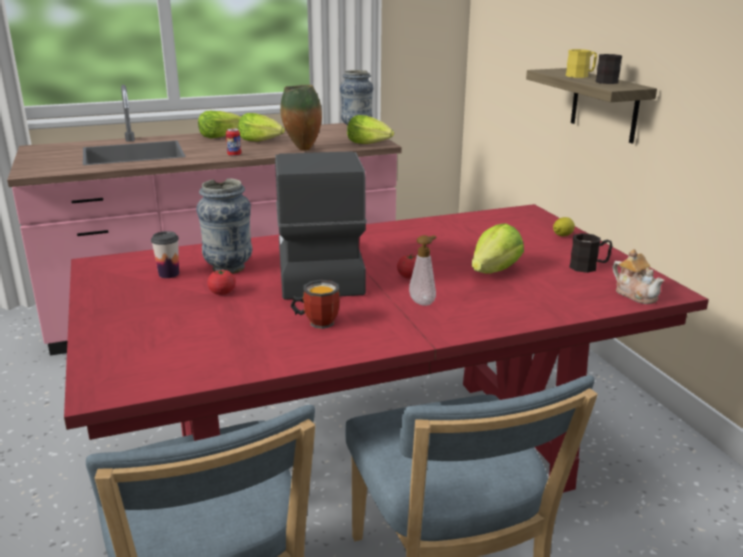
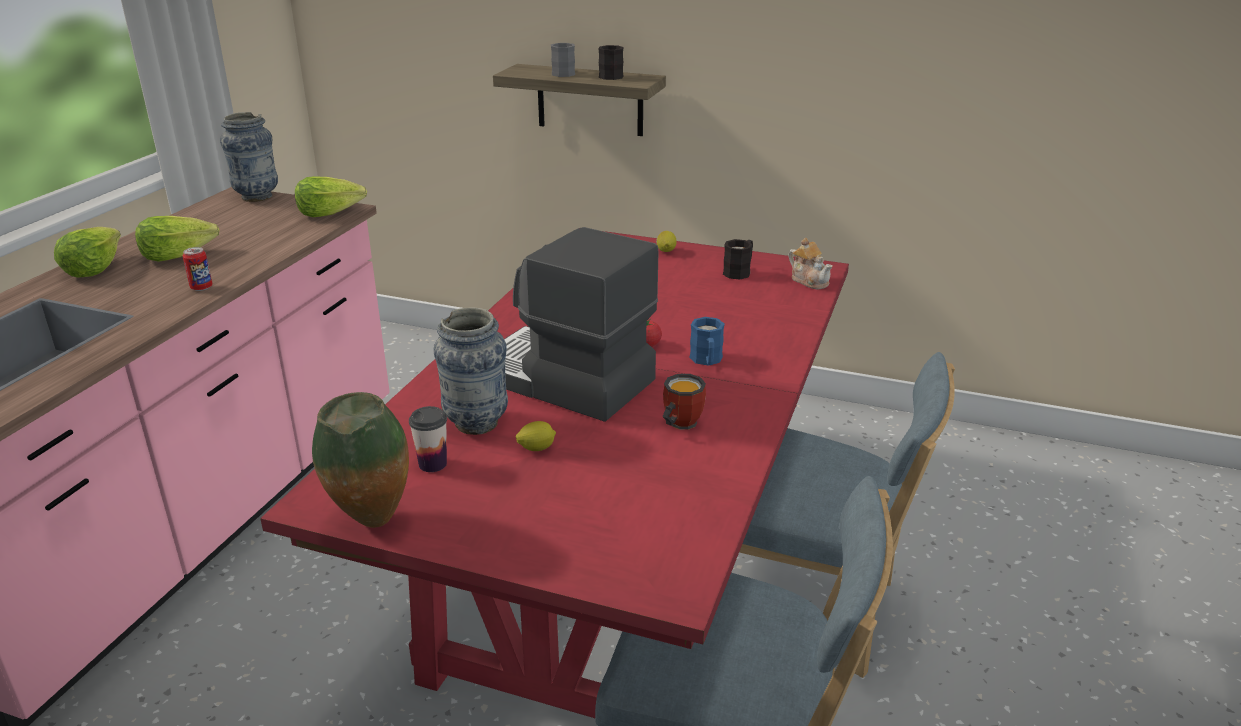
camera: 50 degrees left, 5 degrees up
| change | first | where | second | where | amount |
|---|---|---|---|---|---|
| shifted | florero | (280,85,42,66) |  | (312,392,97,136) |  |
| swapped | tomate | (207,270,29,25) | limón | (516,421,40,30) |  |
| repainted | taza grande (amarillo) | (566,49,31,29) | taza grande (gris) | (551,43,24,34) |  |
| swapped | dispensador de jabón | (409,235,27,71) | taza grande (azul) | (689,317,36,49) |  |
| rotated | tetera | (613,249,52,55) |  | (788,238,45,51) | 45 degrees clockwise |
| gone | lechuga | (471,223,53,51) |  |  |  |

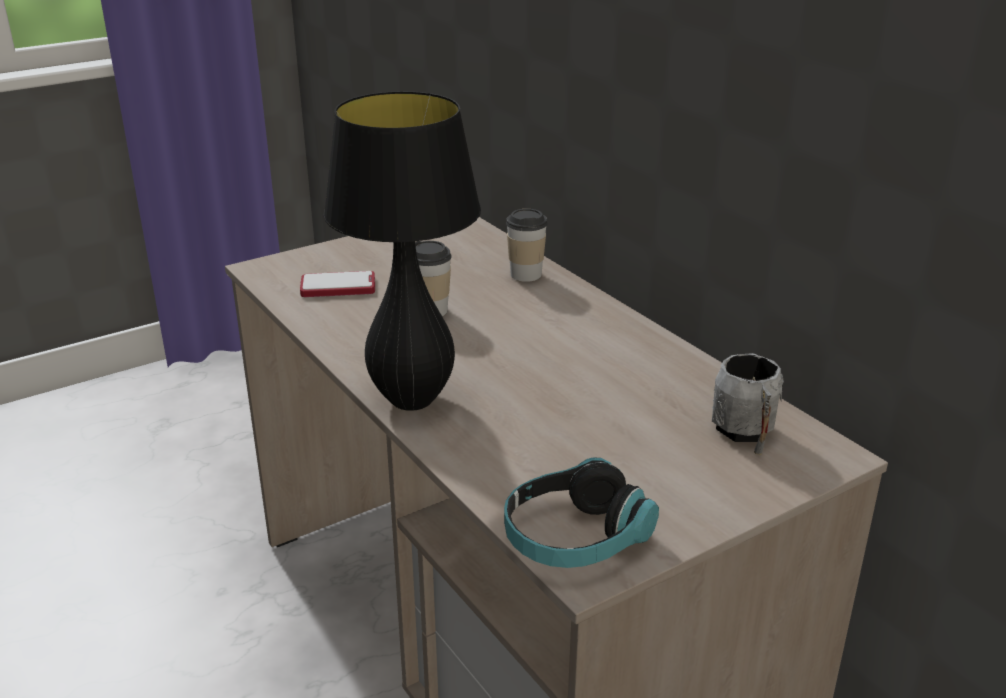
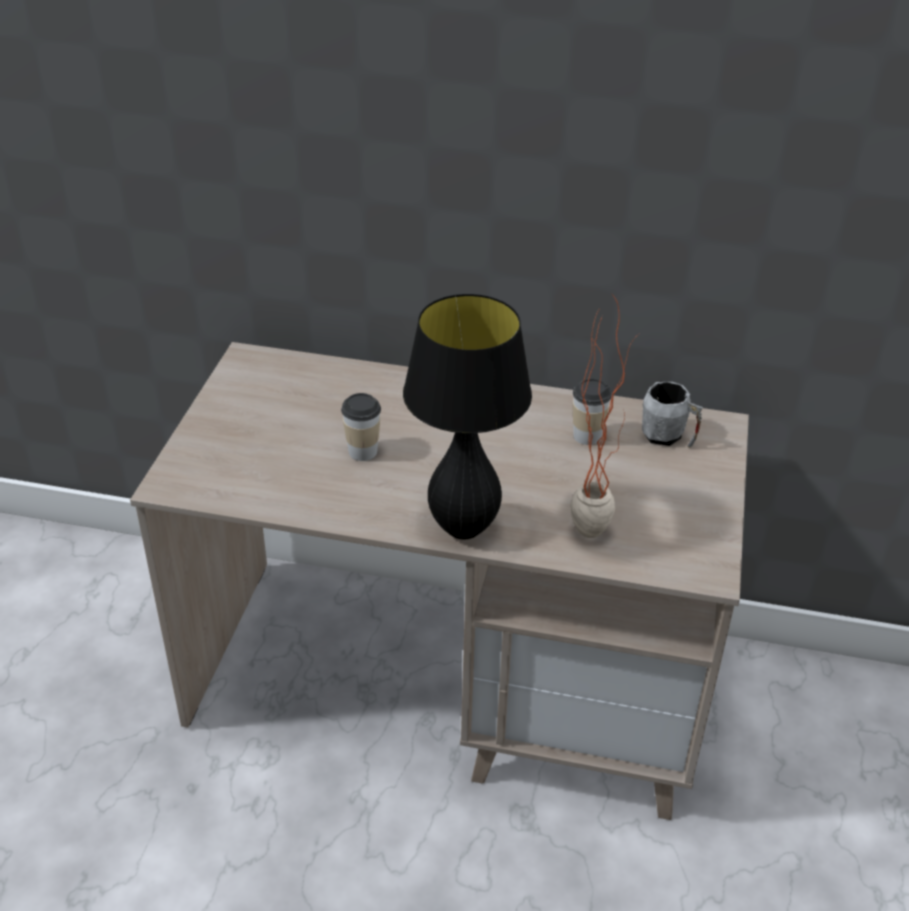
camera: 45 degrees left, 10 degrees up
| change | first | where | second | where | amount |
|---|---|---|---|---|---|
| new |  |  | planta en maceta | (570,293,70,245) |  |
| shifted | taza | (506,209,42,73) |  | (573,378,39,67) |  |
| gone | móvil | (300,271,75,26) |  |  |  |
| gone | auriculares | (504,457,155,111) |  |  |  |

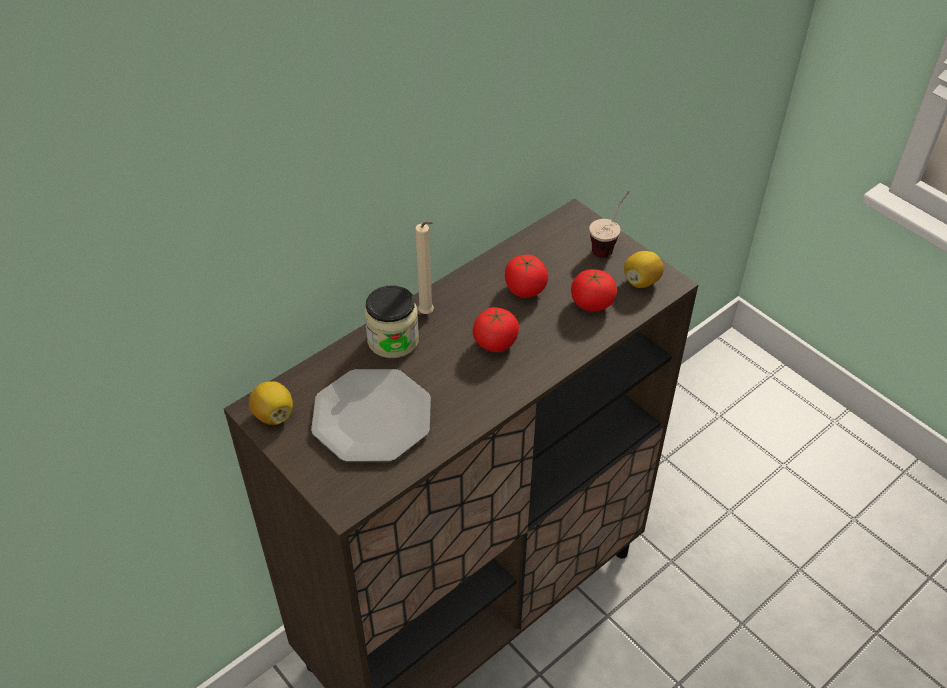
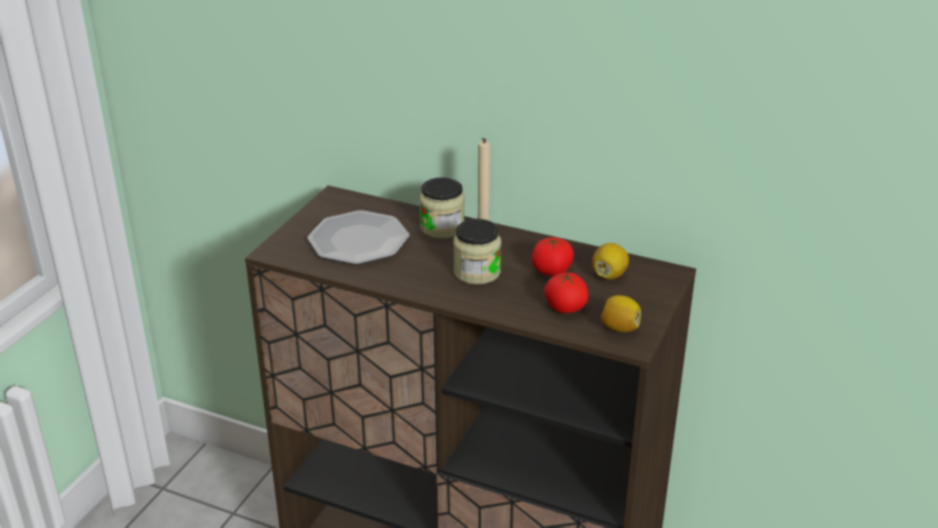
camera: 65 degrees right, 15 degrees down
| change | first | where | second | where | amount |
|---|---|---|---|---|---|
| swapped | tomate | (473,307,46,45) | tarro | (453,219,48,66) |  |
| shifted | limón | (249,381,44,44) |  | (592,243,37,37) |  |
| gone | taza | (589,191,40,67) |  |  |  |

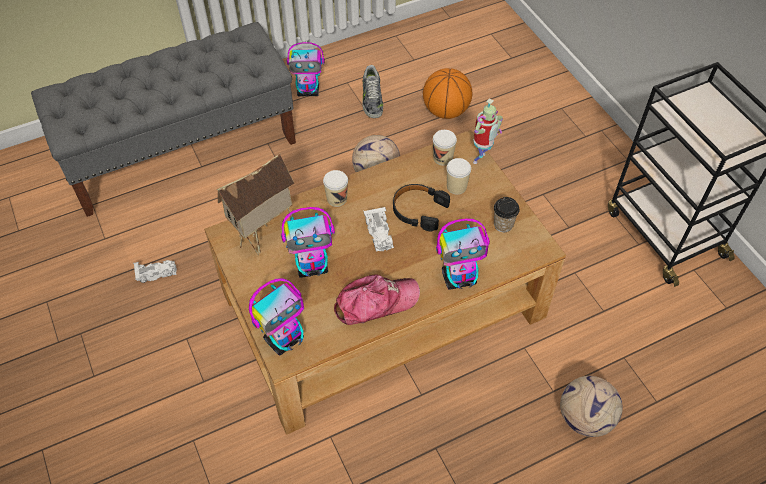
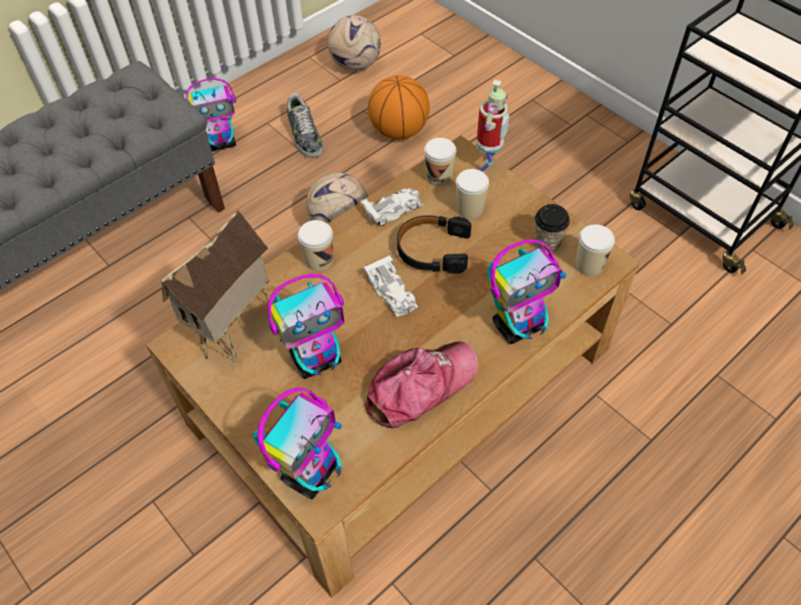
camera: 15 degrees left, 0 degrees up
| change | first | where | second | where | amount |
|---|---|---|---|---|---|
| shifted | balón de fútbol | (560,376,63,61) |  | (328,15,53,56) |  |
| shifted | coche de juguete (blanco) | (133,260,44,23) |  | (360,188,63,38) |  |
| new |  |  | taza | (576,224,39,52) |  |

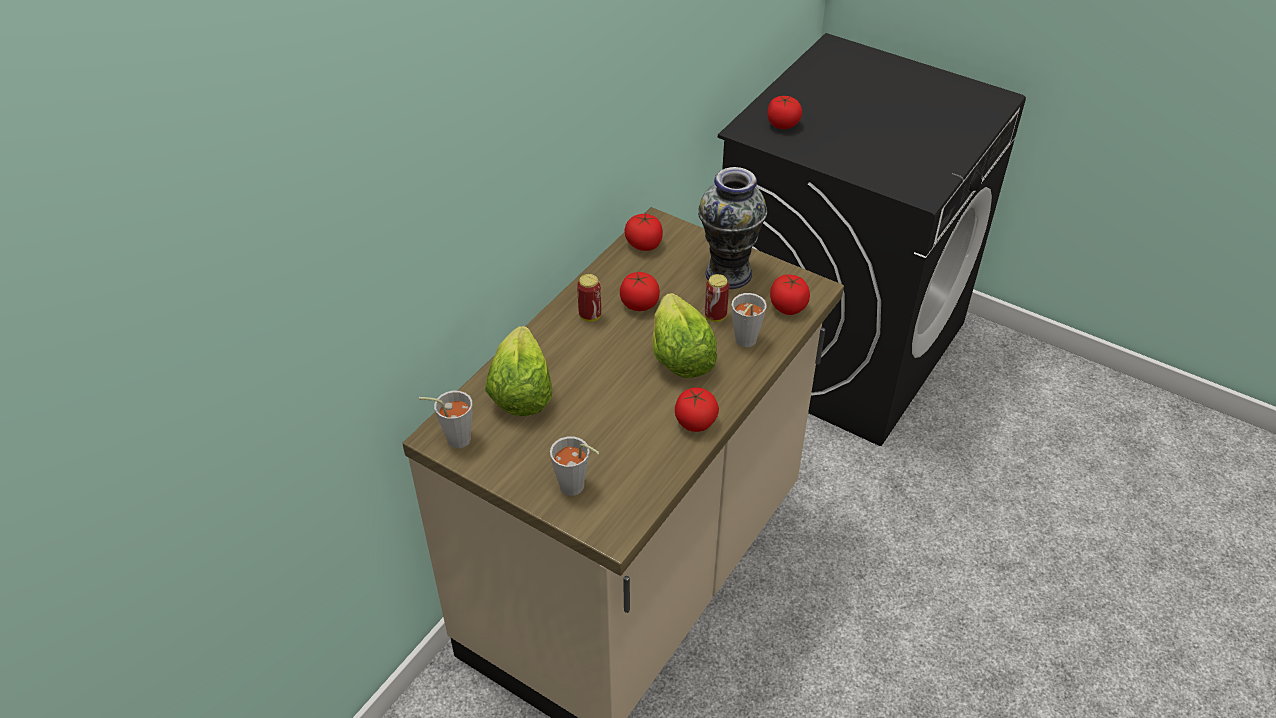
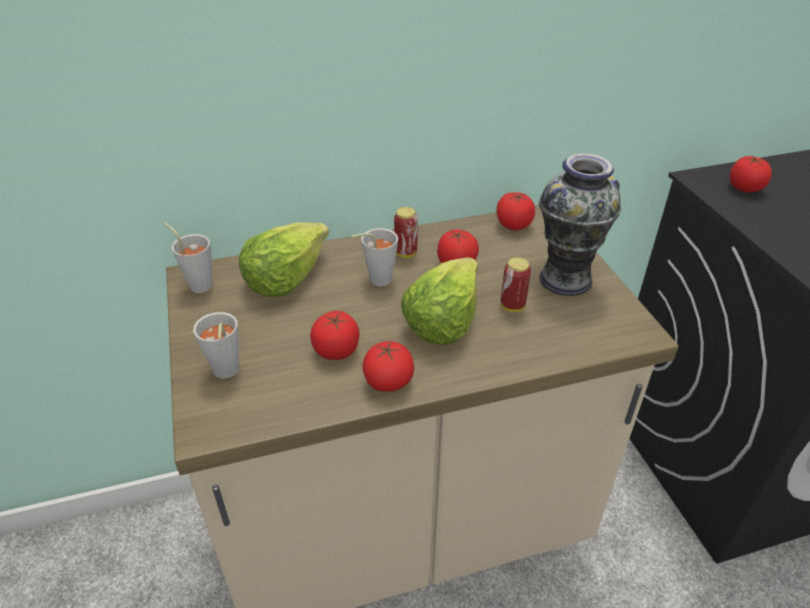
camera: 40 degrees right, 5 degrees down
| change | first | where | second | where | amount |
|---|---|---|---|---|---|
| shifted | tomate | (770,274,40,41) |  | (310,311,49,49) |  |
| shifted | taza (gris) | (732,293,35,54) |  | (352,228,46,58) |  |

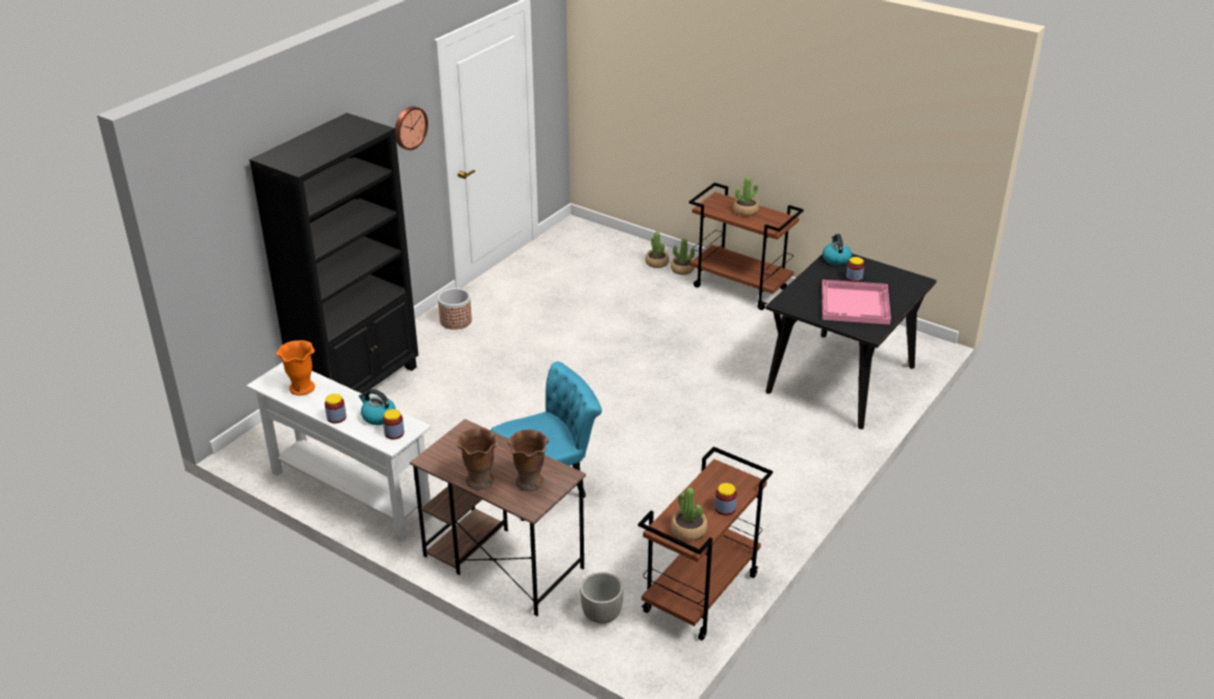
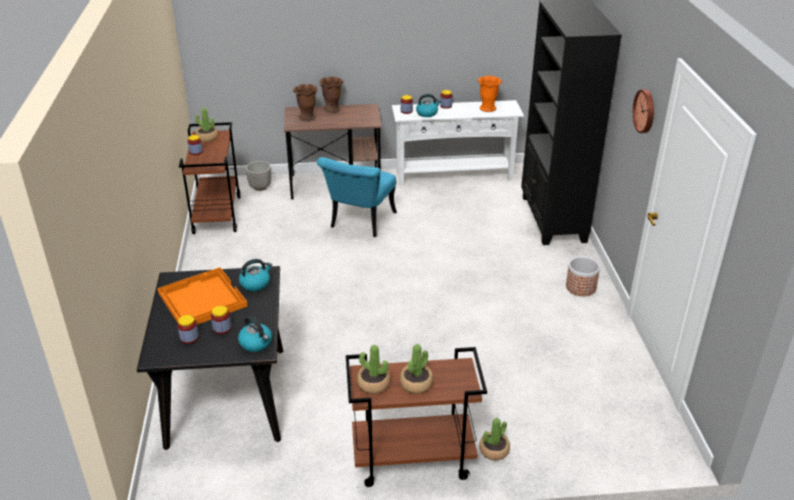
camera: 140 degrees right, 0 degrees up
| change | first | where | second | where | amount |
|---|---|---|---|---|---|
| repainted | bandeja (rosa) | (822,280,69,45) | bandeja (naranja) | (157,267,90,57) |  |
| new |  |  | tarro | (177,315,22,29) |  |
| new |  |  | hervidor | (239,259,33,32) |  |
| shifted | planta en maceta | (645,231,24,37) |  | (357,345,34,49) |  |

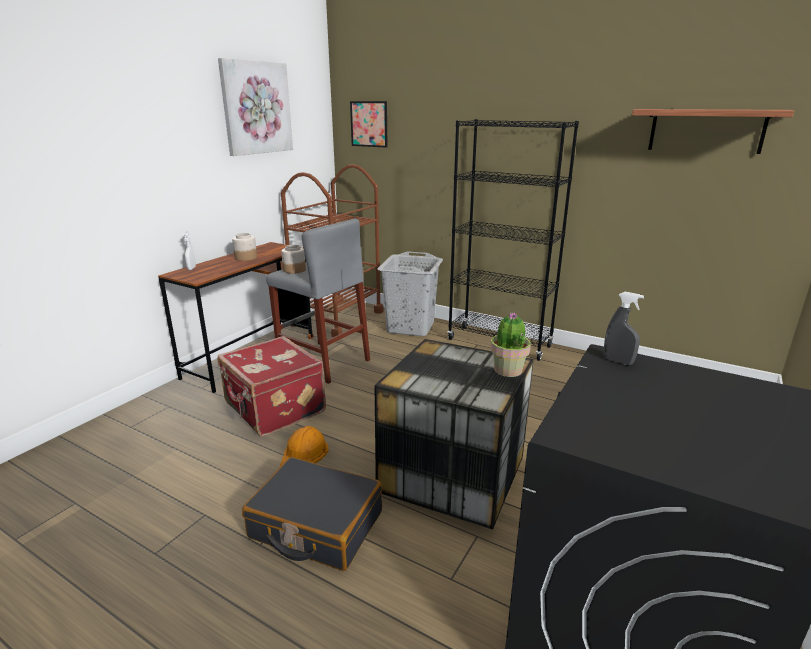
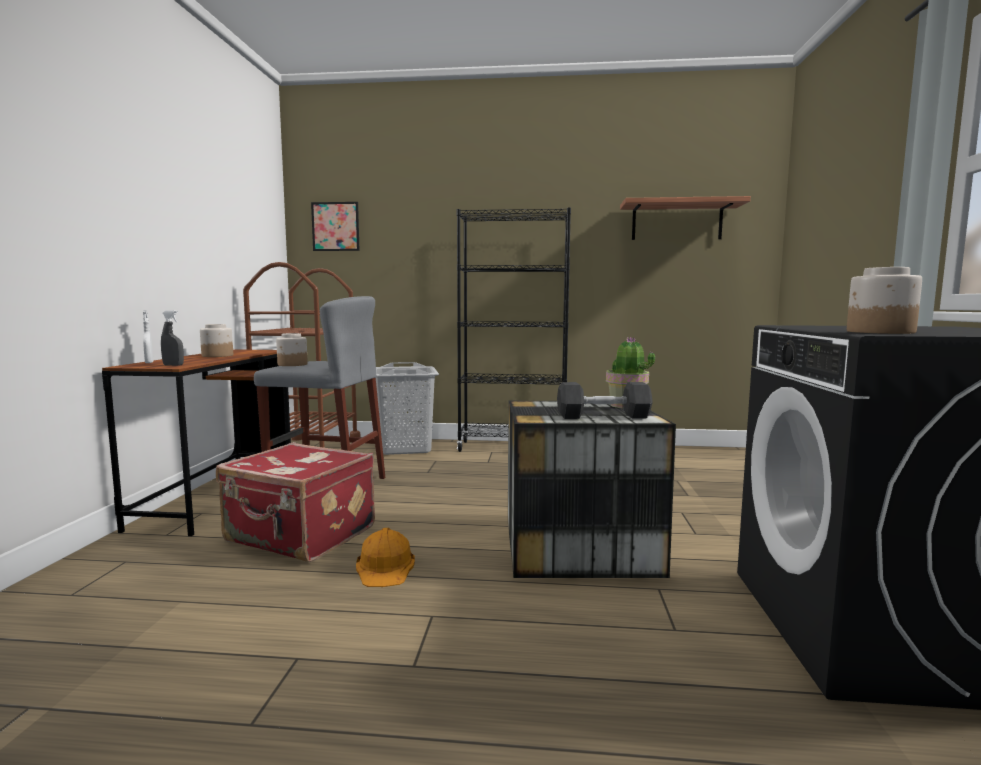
camera: 25 degrees left, 15 degrees down
| change | first | where | second | where | amount |
|---|---|---|---|---|---|
| shifted | pulverizador (gris) | (604,292,40,73) |  | (161,310,23,56) |  |
| new |  |  | mancuerna (negro) | (557,382,96,37) |  |
| new |  |  | tarro | (847,267,75,67) |  |
| gone | cuadro | (218,58,75,98) |  |  |  |
| gone | maleta (negro) | (242,457,140,114) |  |  |  |

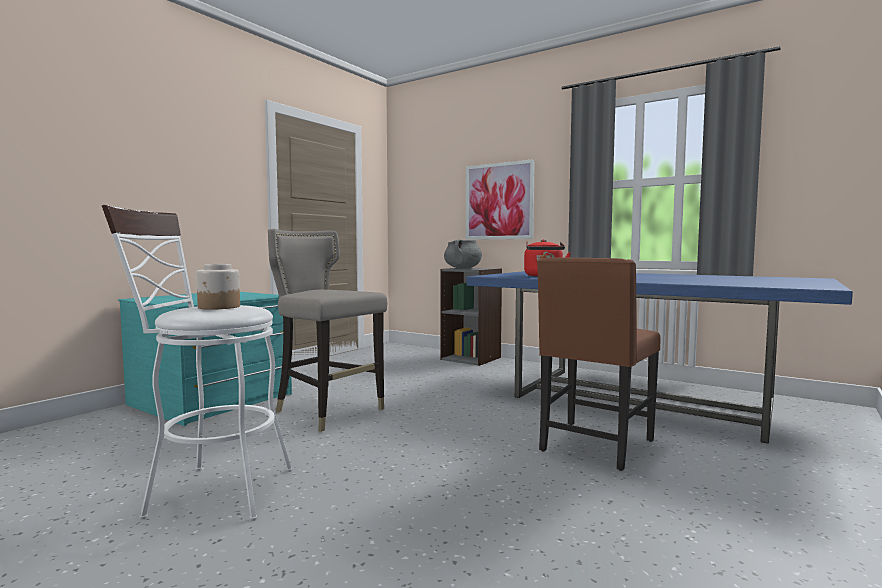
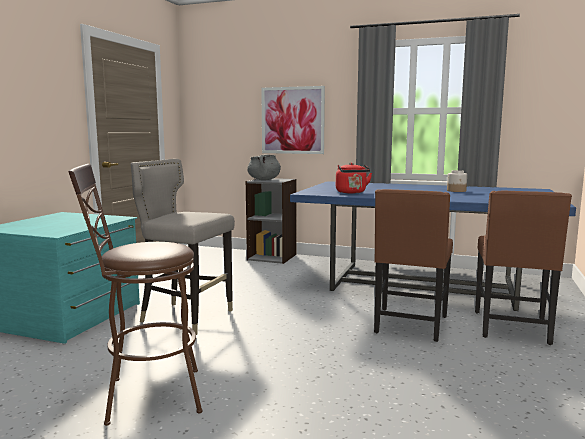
camera: 15 degrees left, 5 degrees up
| change | first | where | second | where | amount |
|---|---|---|---|---|---|
| repainted | taburete (blanco) | (102,205,190,316) | taburete (marrón) | (68,164,134,262) |  |
| shifted | tarro | (196,264,44,46) |  | (447,170,20,22) |  |
| new |  |  | silla (marrón) | (475,191,97,154) |  |

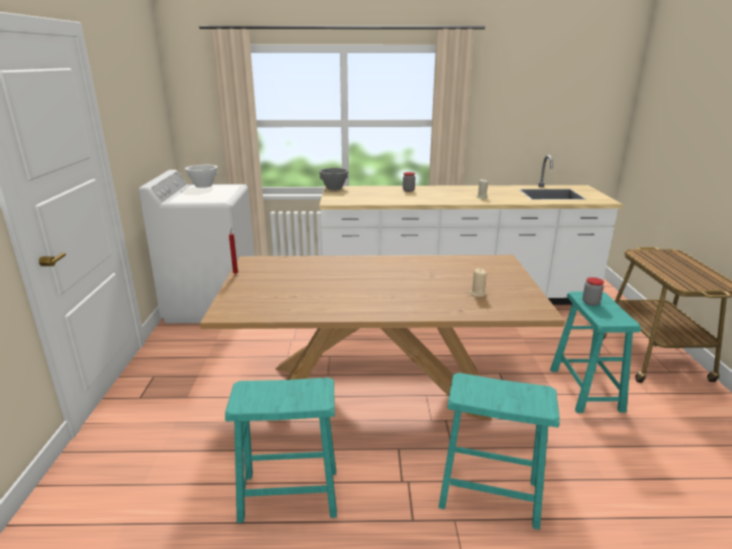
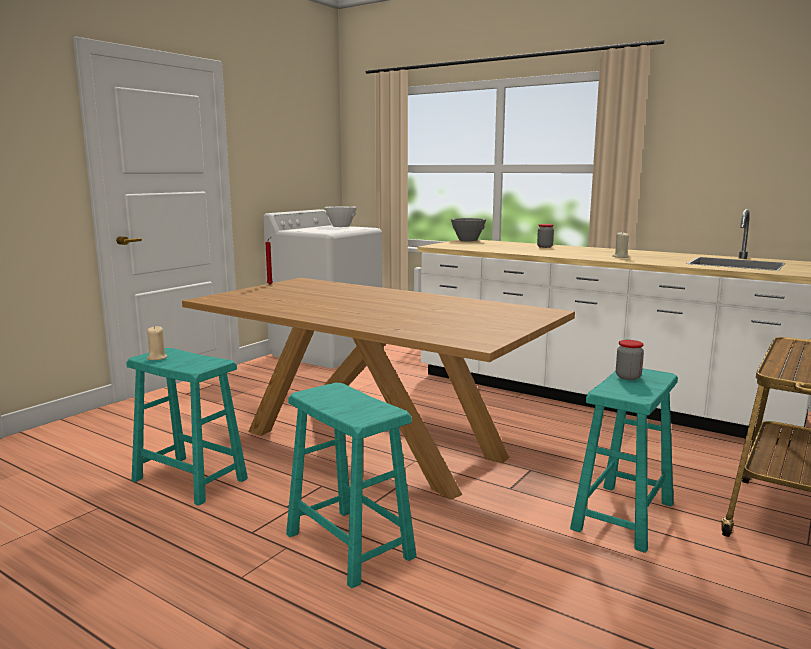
camera: 35 degrees right, 10 degrees down
| change | first | where | second | where | amount |
|---|---|---|---|---|---|
| shifted | vela (beis) | (469,268,18,29) |  | (147,326,20,34) |  |

